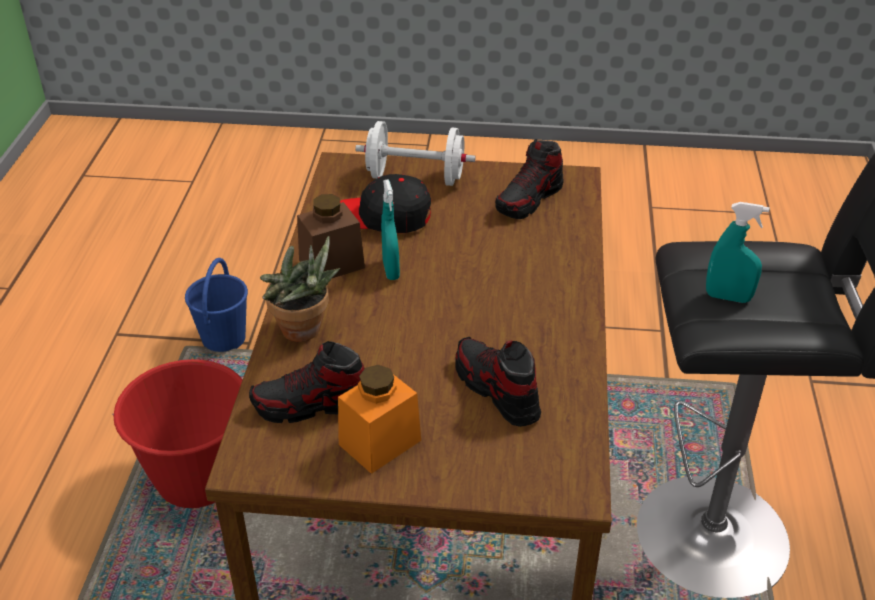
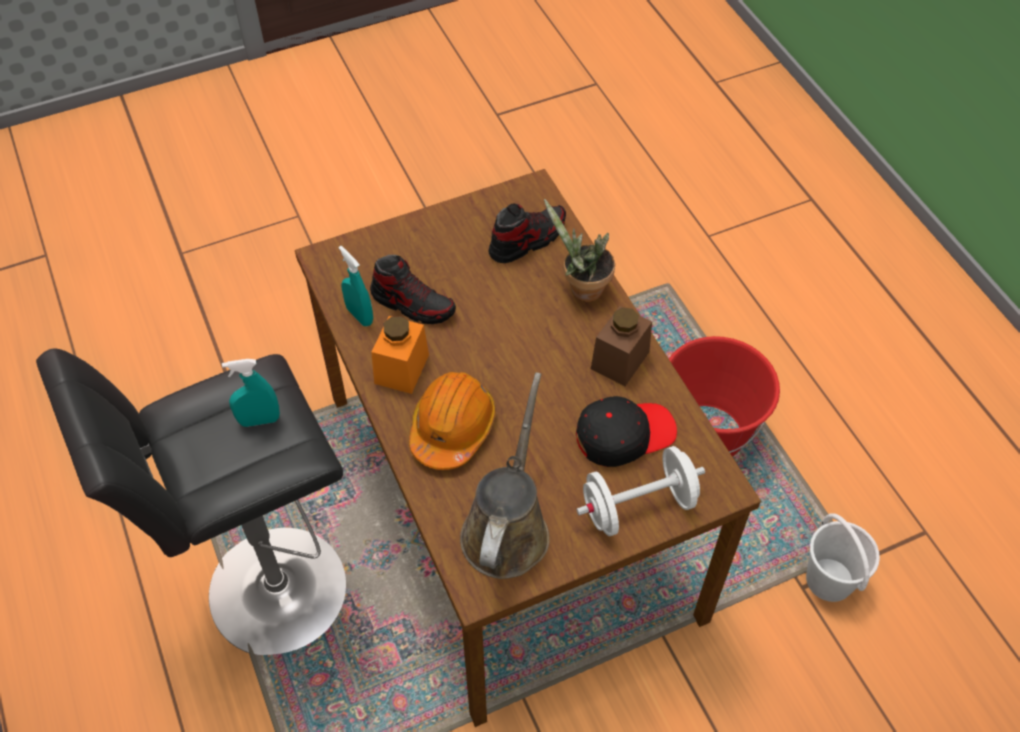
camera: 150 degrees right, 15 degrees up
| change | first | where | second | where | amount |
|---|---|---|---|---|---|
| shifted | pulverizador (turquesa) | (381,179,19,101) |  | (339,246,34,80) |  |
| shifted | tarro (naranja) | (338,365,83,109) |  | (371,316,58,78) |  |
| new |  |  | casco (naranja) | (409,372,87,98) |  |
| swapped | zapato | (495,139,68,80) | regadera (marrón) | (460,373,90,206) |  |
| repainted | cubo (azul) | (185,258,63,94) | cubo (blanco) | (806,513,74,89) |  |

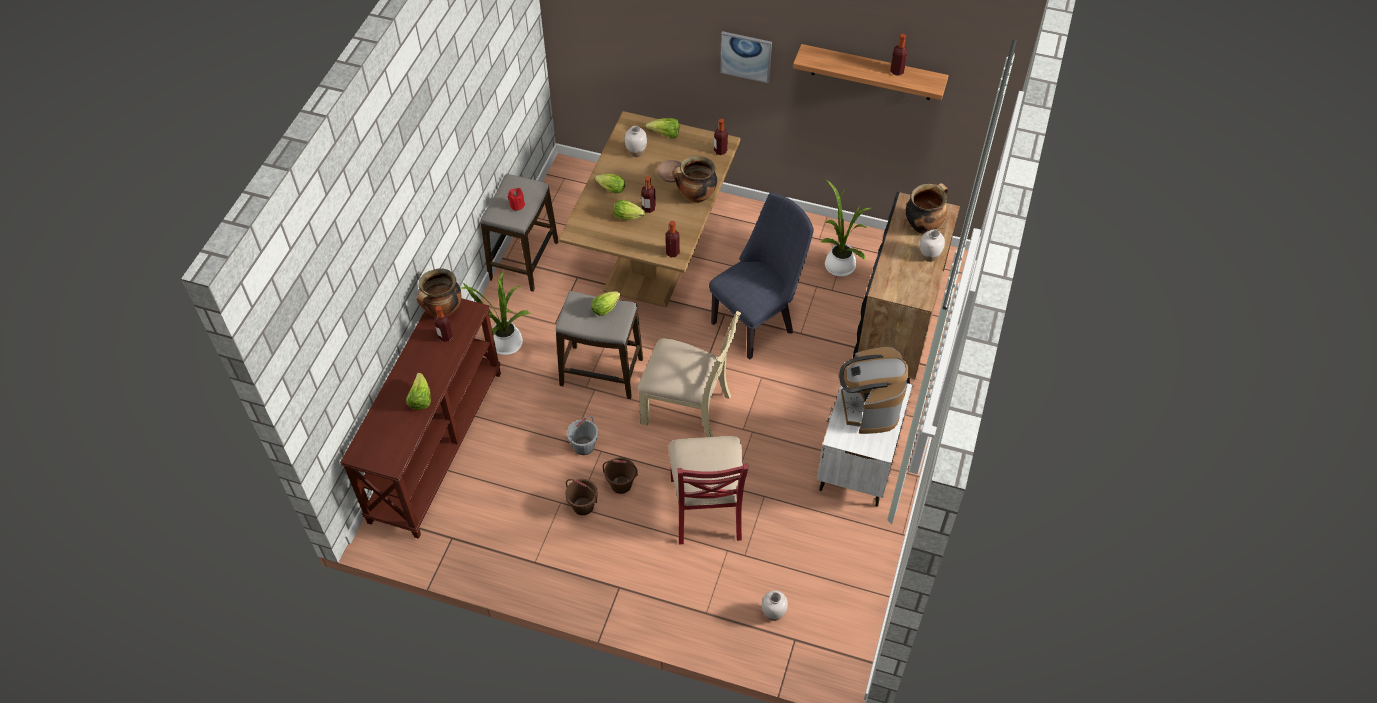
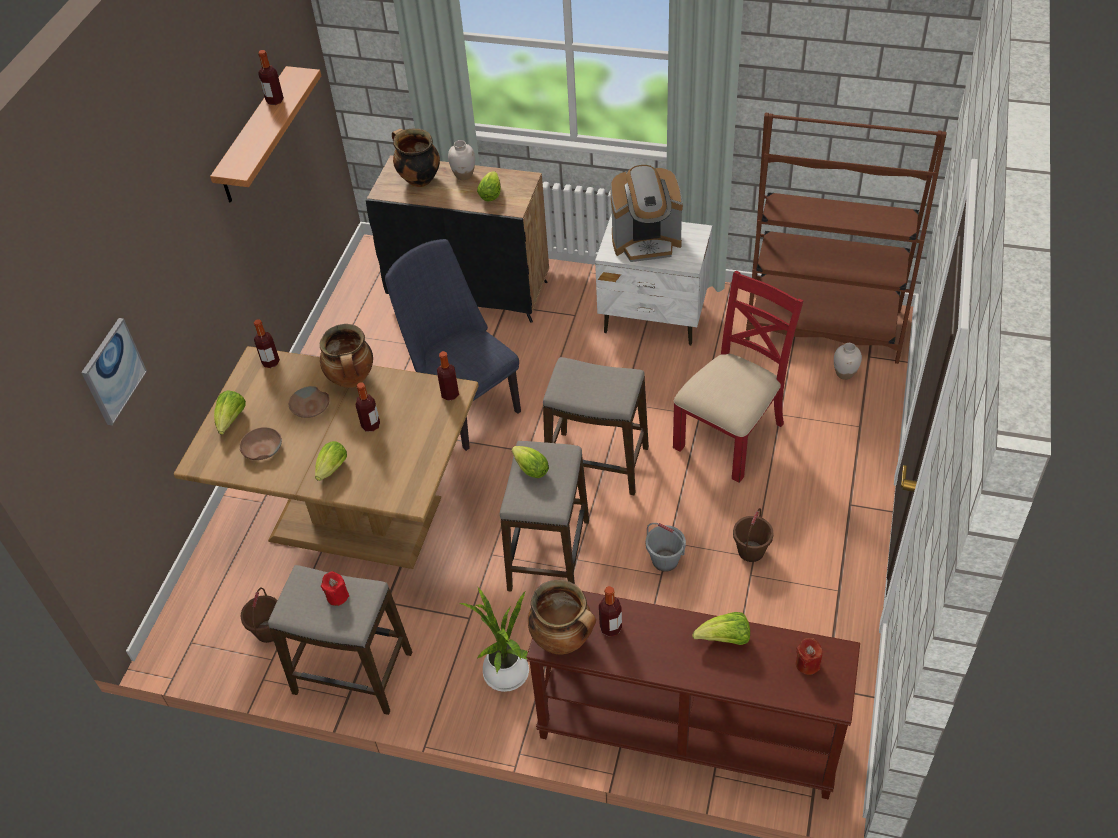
camera: 90 degrees left, 5 degrees down
| change | first | where | second | where | amount |
|---|---|---|---|---|---|
| shifted | cuadro | (720,31,52,52) |  | (81,318,66,107) |  |
| swapped | florero (blanco) | (625,126,22,31) | cuenco (marrón) | (239,427,43,33) |  |
| shifted | cubo (marrón) | (603,457,35,37) |  | (240,587,38,56) |  |
| shifted | lechuga | (613,200,32,20) |  | (477,171,24,30) |  |
| swapped | silla (beis) | (637,311,104,126) | taburete | (543,357,106,138) |  |
| rotated | silla (rojo) | (669,436,79,109) |  | (673,271,131,212) | 45 degrees counterclockwise |
| new |  |  | estantería (marrón) | (745,113,202,251) |  |
| new |  |  | vela (rojo) | (796,638,27,37) |  |
| gone | planta en maceta | (820,181,51,95) |  |  |  |

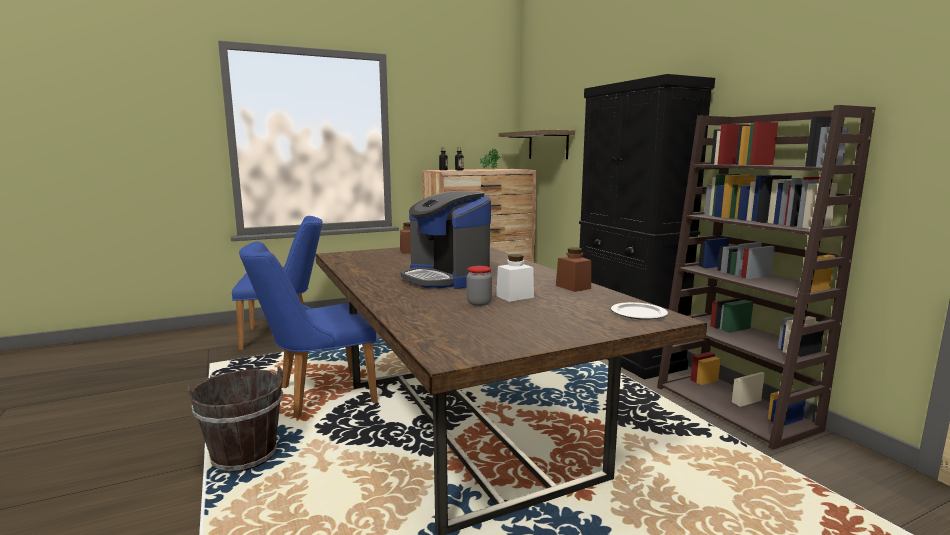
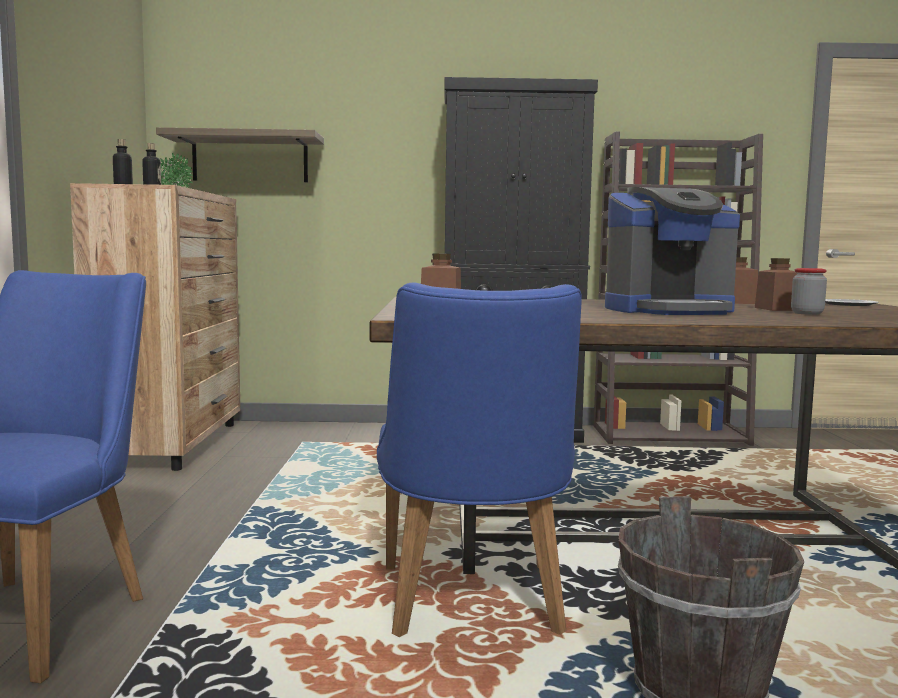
camera: 65 degrees left, 5 degrees down
| change | first | where | second | where | amount |
|---|---|---|---|---|---|
| repainted | tarro (blanco) | (496,254,38,48) | tarro (marrón) | (755,258,42,53) |  |

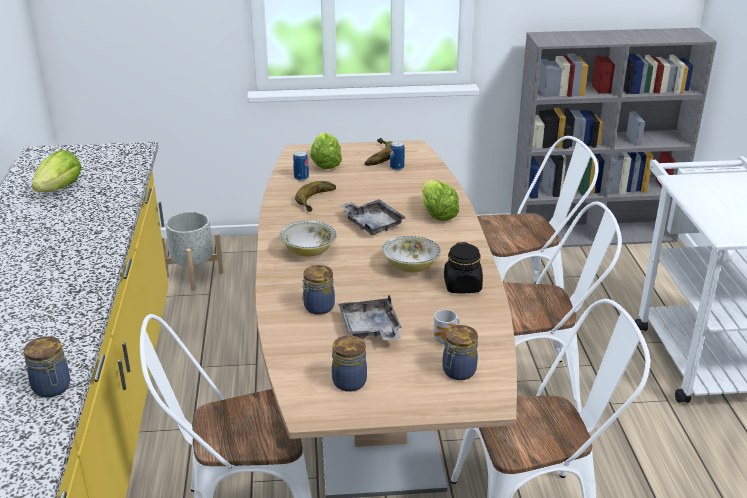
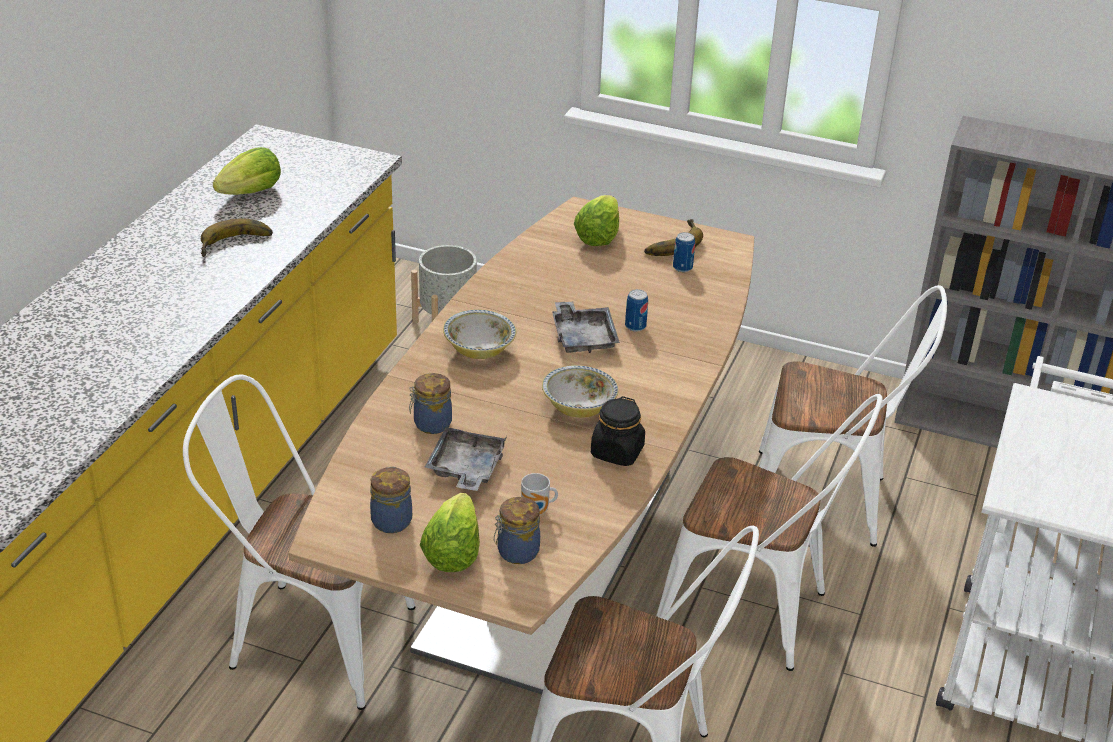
camera: 25 degrees right, 5 degrees up
| change | first | where | second | where | amount |
|---|---|---|---|---|---|
| shifted | plátano | (295,181,41,31) |  | (201,218,72,39) |  |
| shifted | lechuga | (422,179,37,42) |  | (420,493,60,79) |  |
| shifted | lata | (293,151,16,30) |  | (625,289,23,42) |  |
| gone | tarro | (24,336,46,62) |  |  |  |

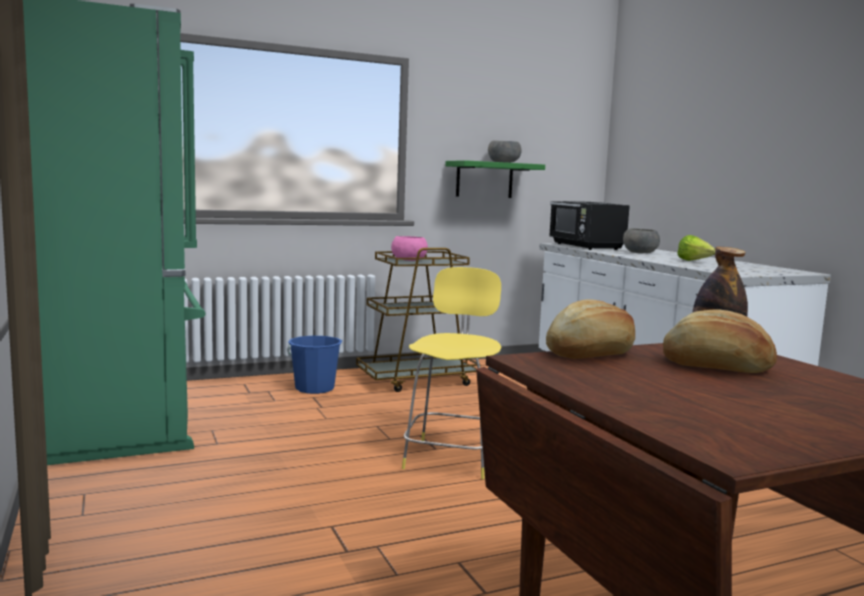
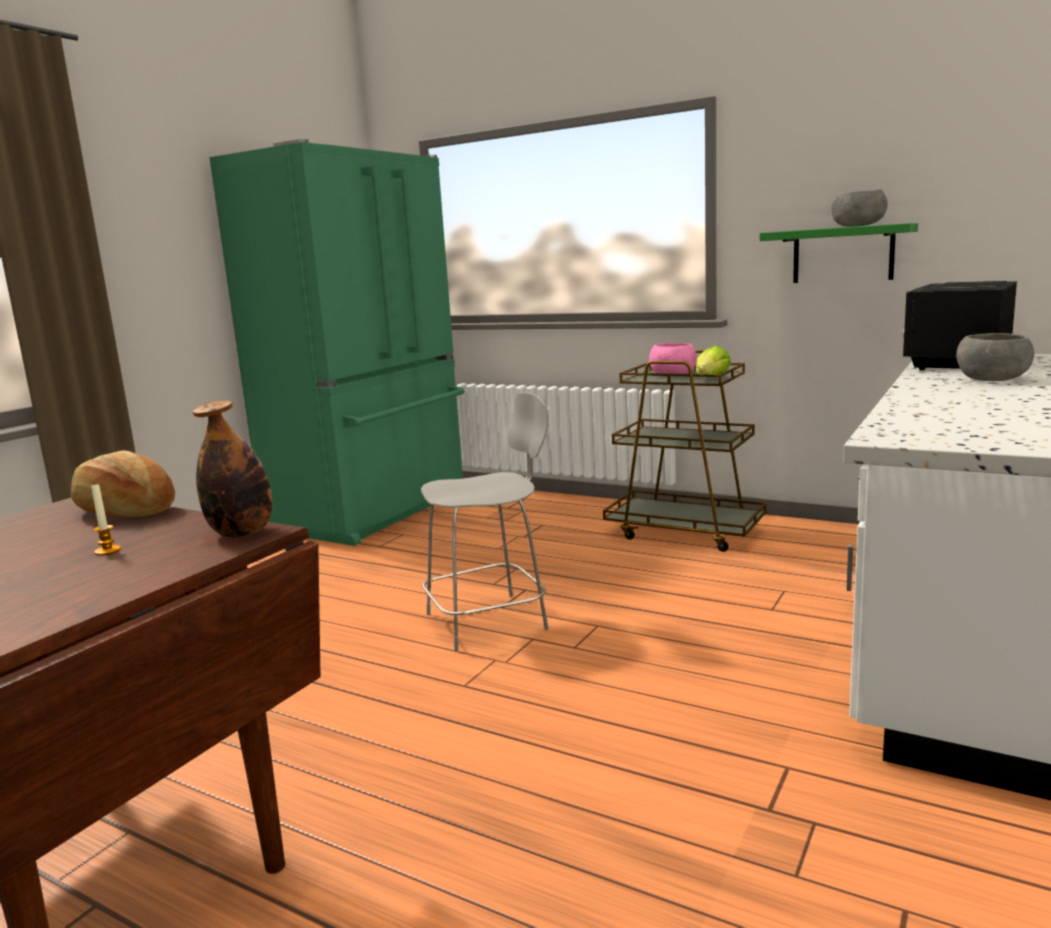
camera: 55 degrees right, 5 degrees up
| change | first | where | second | where | amount |
|---|---|---|---|---|---|
| swapped | pan | (663,309,114,64) | vela | (91,482,30,74) |  |
| repainted | taburete (amarillo) | (402,267,99,212) | taburete (gris) | (421,393,128,259) |  |
| shifted | lechuga | (677,235,38,26) |  | (696,346,35,32) |  |
| gone | cubo (azul) | (287,336,55,58) |  |  |  |

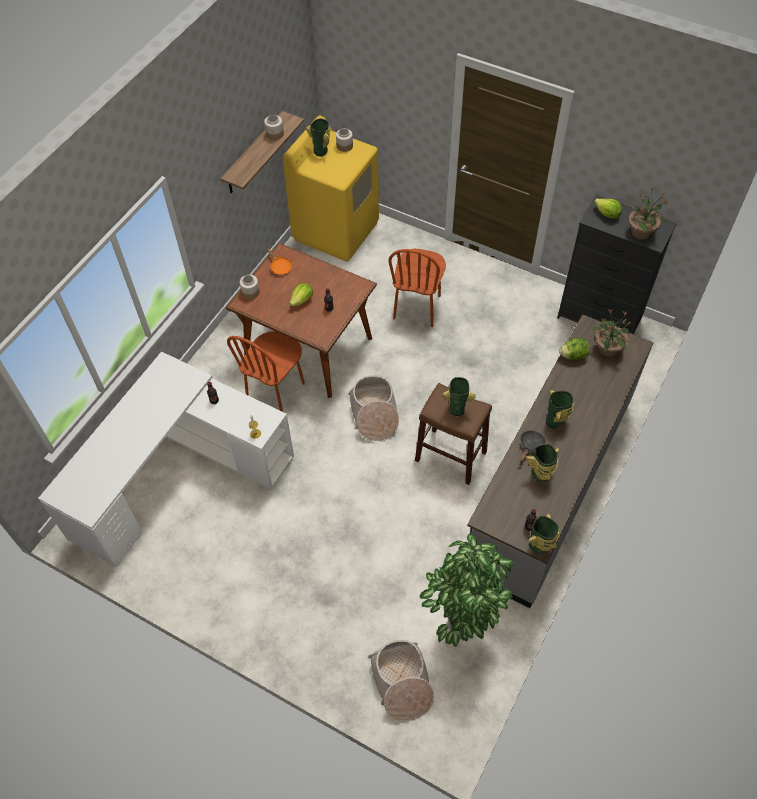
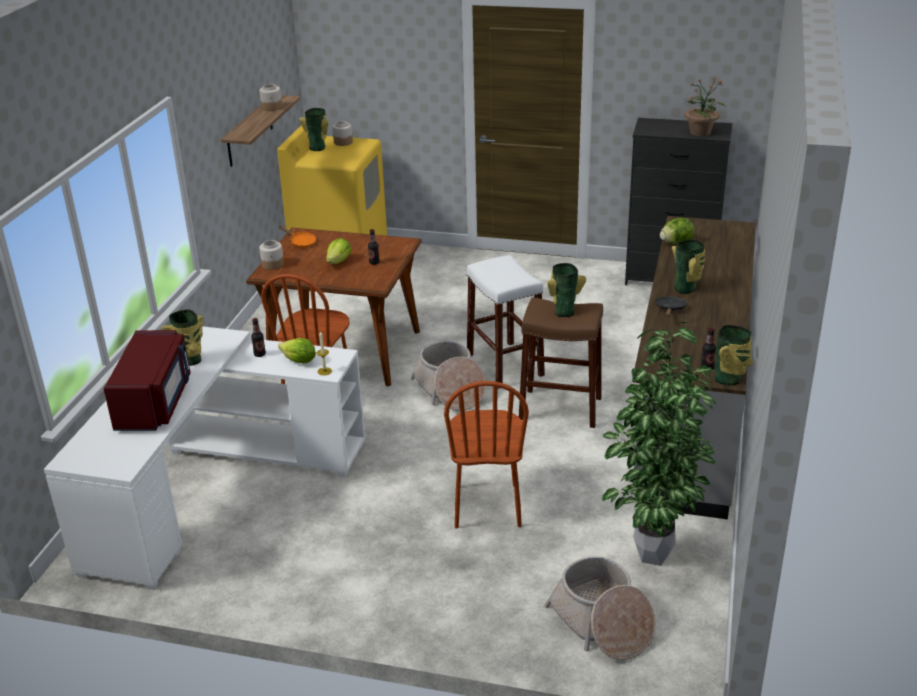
camera: 15 degrees left, 25 degrees down
| change | first | where | second | where | amount |
|---|---|---|---|---|---|
| new |  |  | microondas (rojo) | (104,330,87,101) |  |
| shifted | florero | (526,444,34,39) |  | (162,309,41,57) |  |
| shifted | lechuga | (594,198,28,21) |  | (278,338,38,25) |  |
| shifted | silla (marrón) | (388,249,58,78) |  | (444,381,85,147) |  |
| new |  |  | taburete (blanco) | (467,255,78,134) |  |
| gone | planta en maceta | (592,309,38,48) |  |  |  |

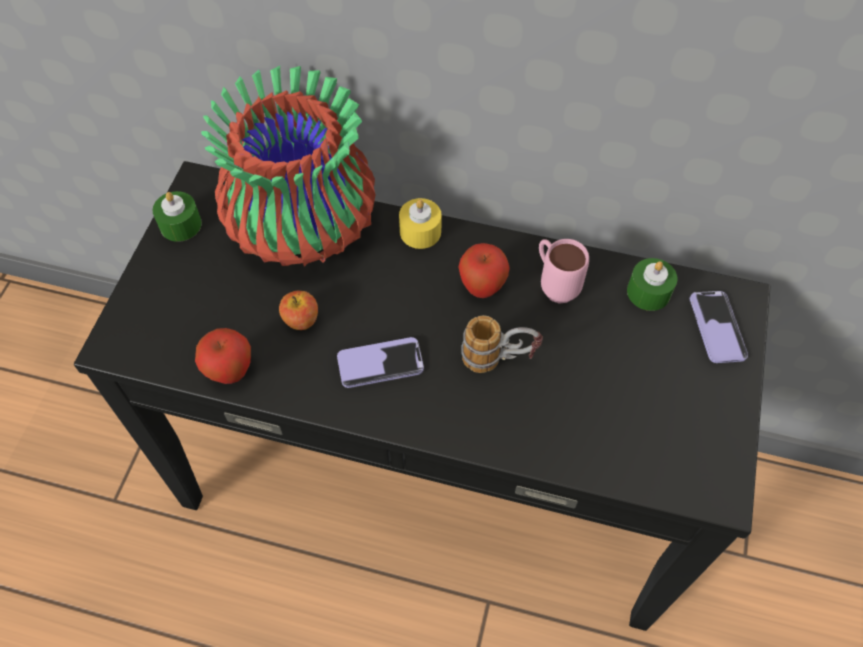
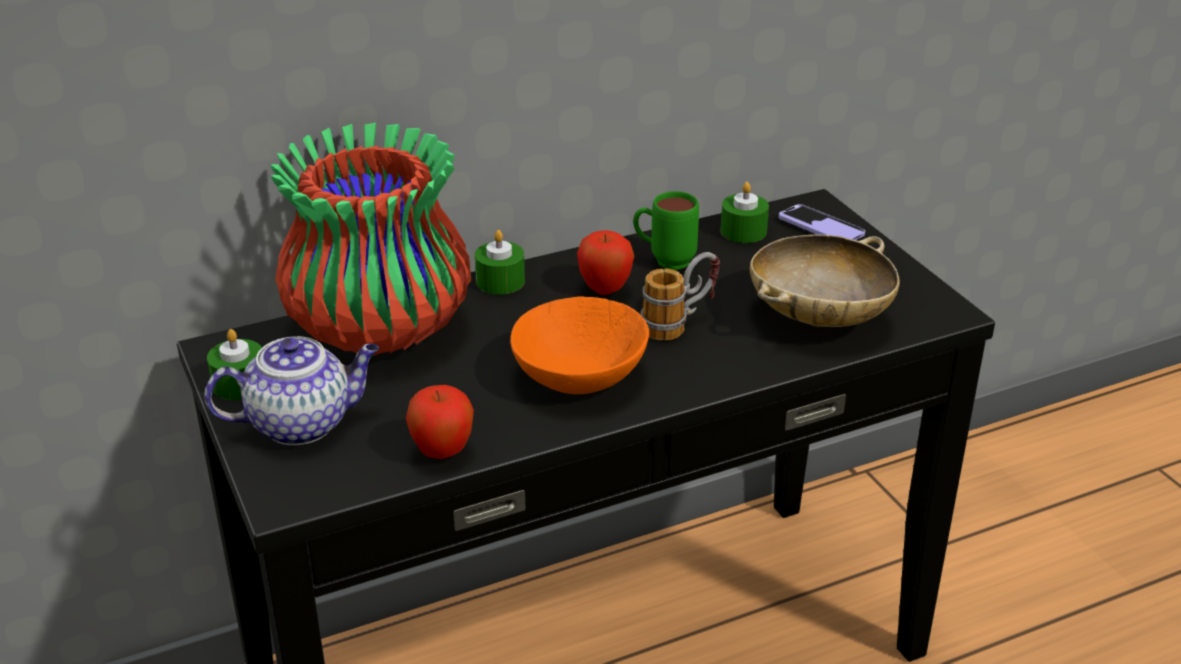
camera: 40 degrees left, 25 degrees down
| change | first | where | second | where | amount |
|---|---|---|---|---|---|
| new |  |  | tetera | (204,336,175,109) |  |
| repainted | vela (amarillo) | (399,198,43,51) | vela (verde) | (475,230,50,65) |  |
| swapped | móvil | (337,337,87,51) | cuenco (naranja) | (510,296,139,98) |  |
| repainted | taza grande (rosa) | (539,239,50,65) | taza grande (verde) | (633,191,66,79) |  |
| new |  |  | cuenco (beis) | (750,235,150,92) |  |
| gone | manzana | (279,291,39,39) |  |  |  |

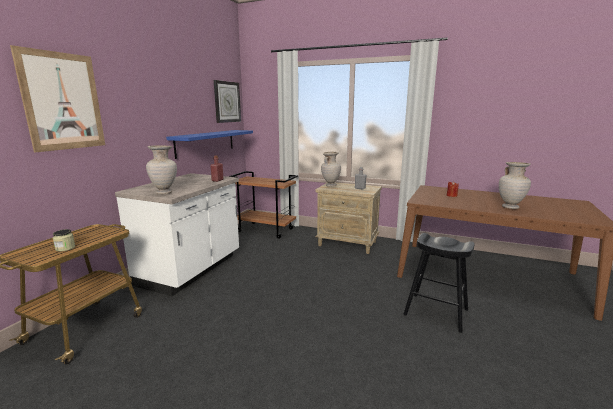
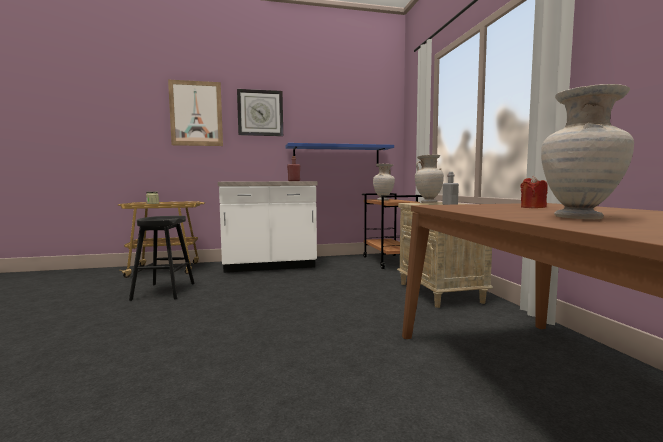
camera: 55 degrees right, 10 degrees down
| change | first | where | second | where | amount |
|---|---|---|---|---|---|
| shifted | taburete (negro) | (404,233,71,100) |  | (129,216,66,85) |  |
| shifted | reloj de pared | (214,80,27,43) |  | (237,89,46,47) |  |
| shifted | florero (beis) | (146,145,31,49) |  | (373,164,22,36) |  |

